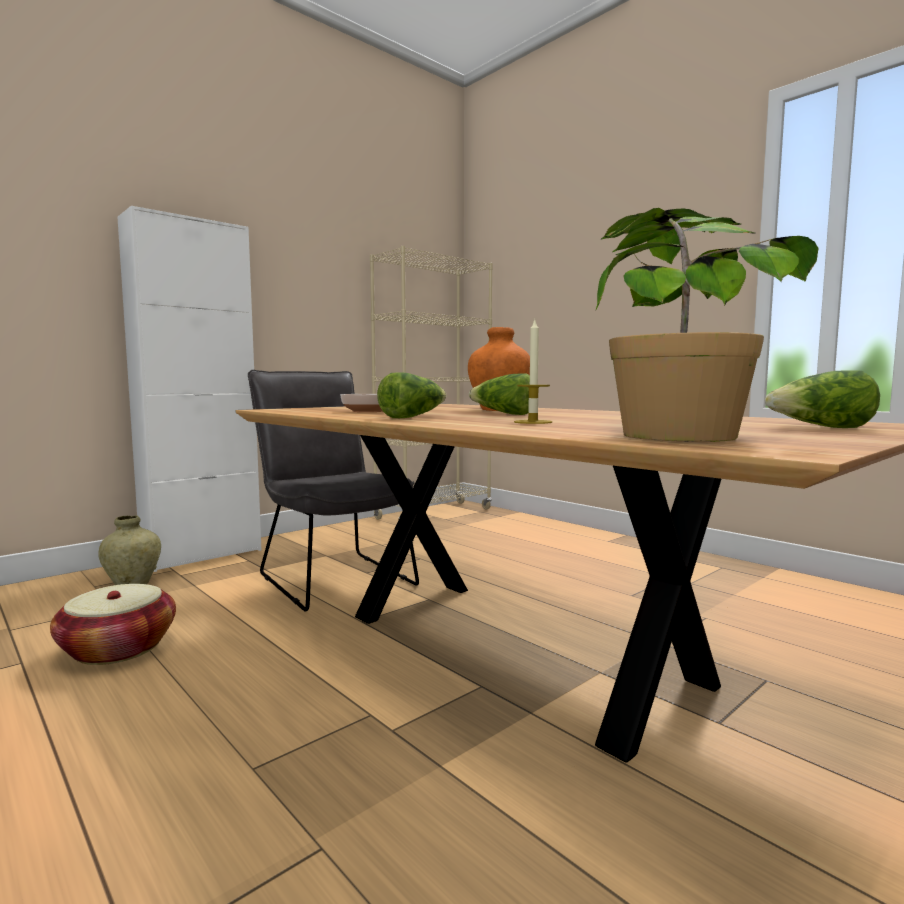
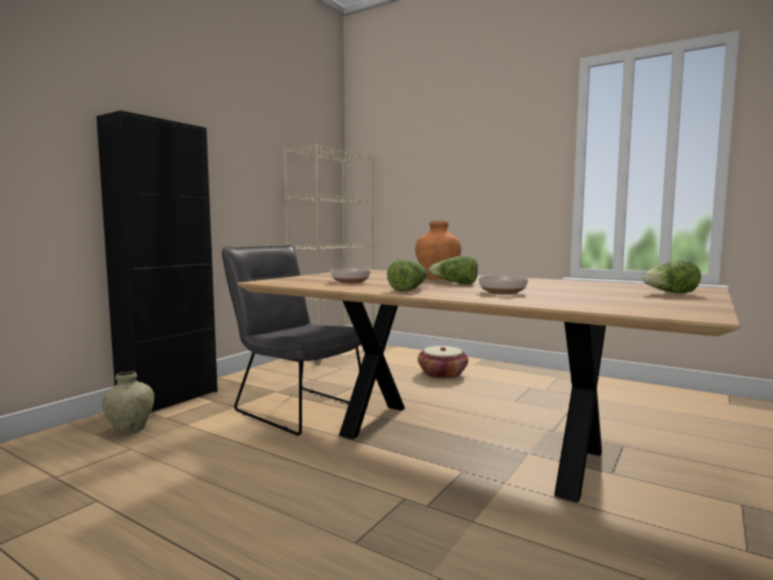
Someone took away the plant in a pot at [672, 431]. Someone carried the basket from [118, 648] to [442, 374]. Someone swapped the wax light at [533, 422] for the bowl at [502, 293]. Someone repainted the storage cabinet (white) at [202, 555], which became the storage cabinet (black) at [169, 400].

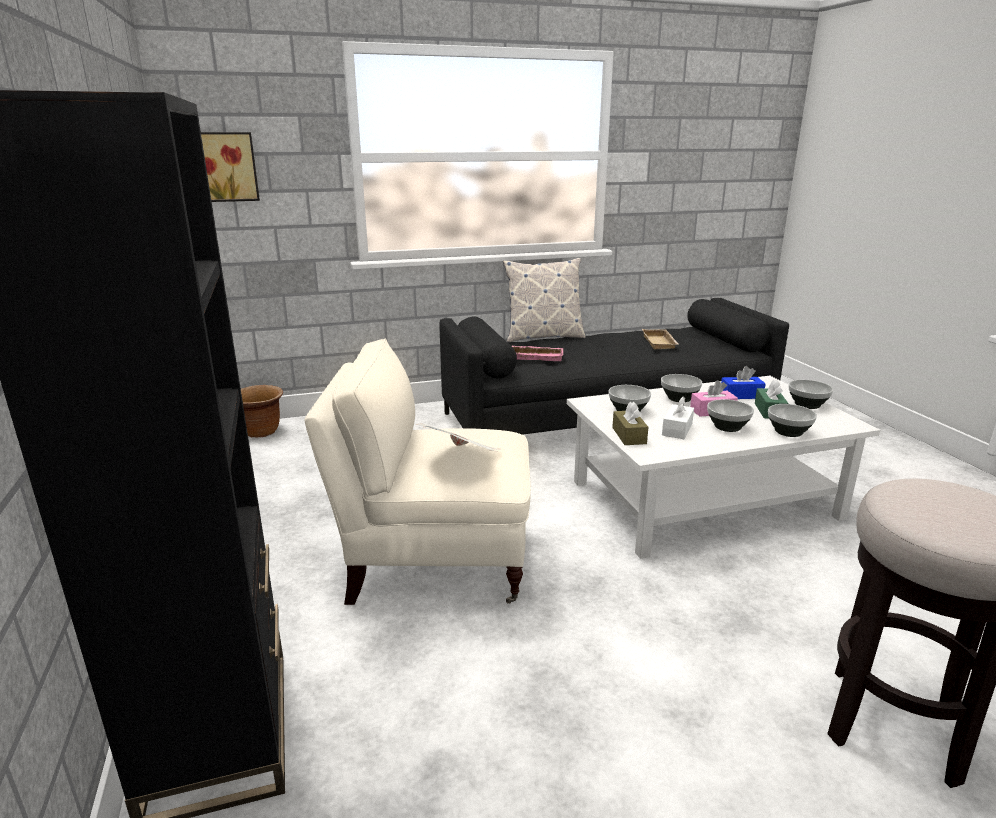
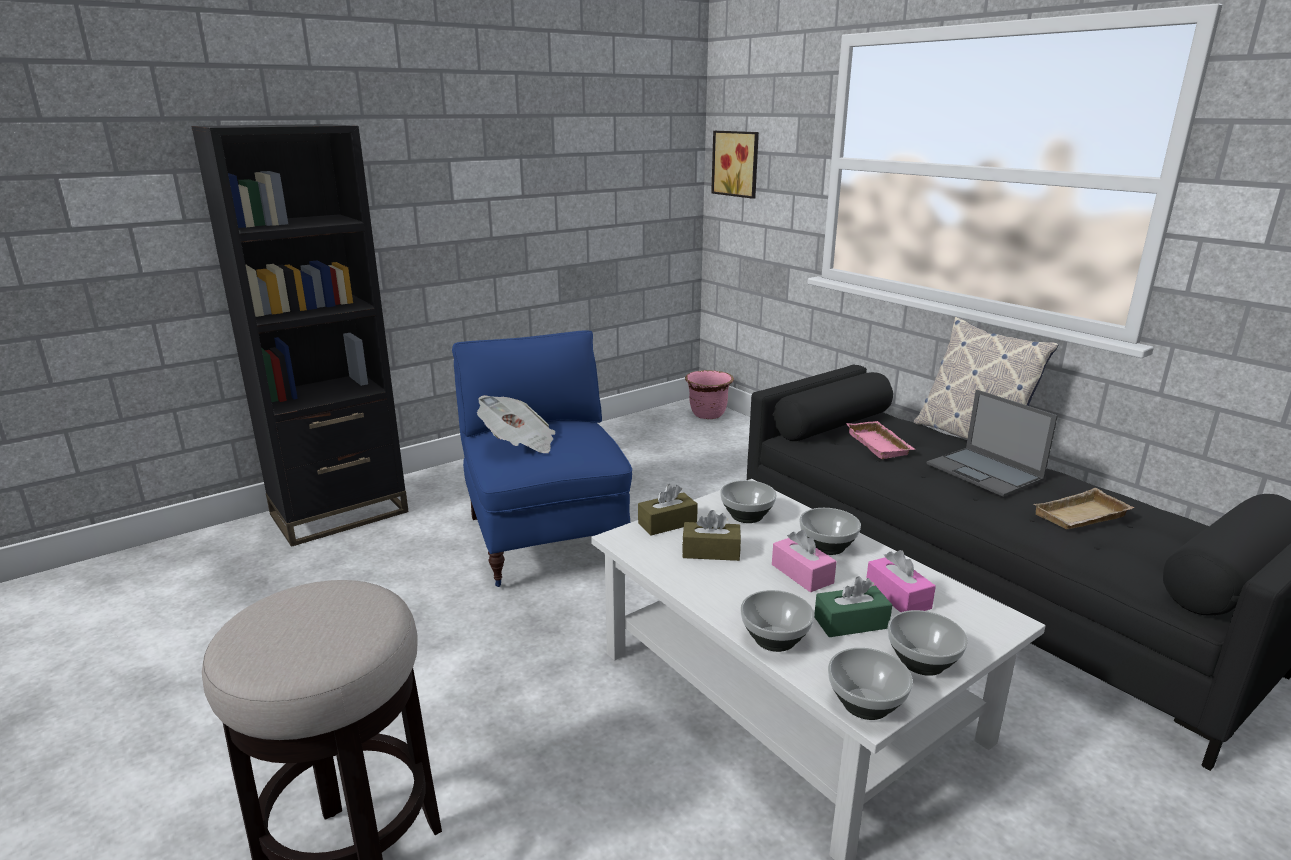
Someone put down the portable computer at [985, 472]. Someone carried the bowl from [728, 427] to [865, 705]. Someone repainted the plant pot (brown-coloured) at [261, 431], which became the plant pot (pinkish) at [708, 414]. Someone repainted the armchair (beige) at [433, 560], which became the armchair (blue-coloured) at [546, 537]. Someone repainted the tissue box (white) at [677, 429], which became the tissue box (brown-coloured) at [711, 551]. Someone repainted the tissue box (blue-coloured) at [741, 395], which became the tissue box (pinkish) at [897, 596].

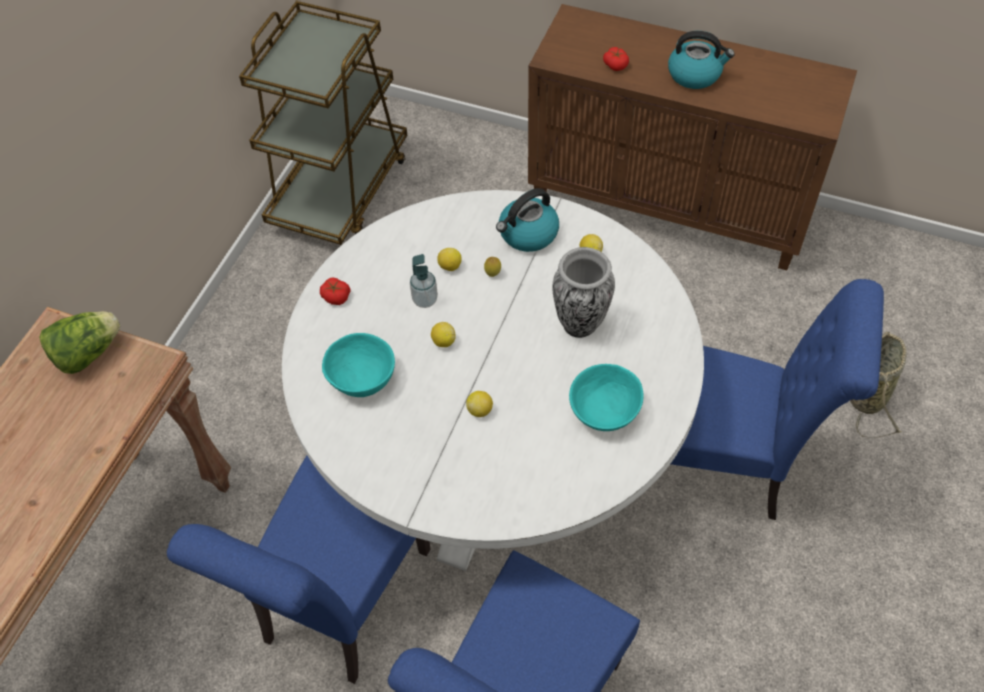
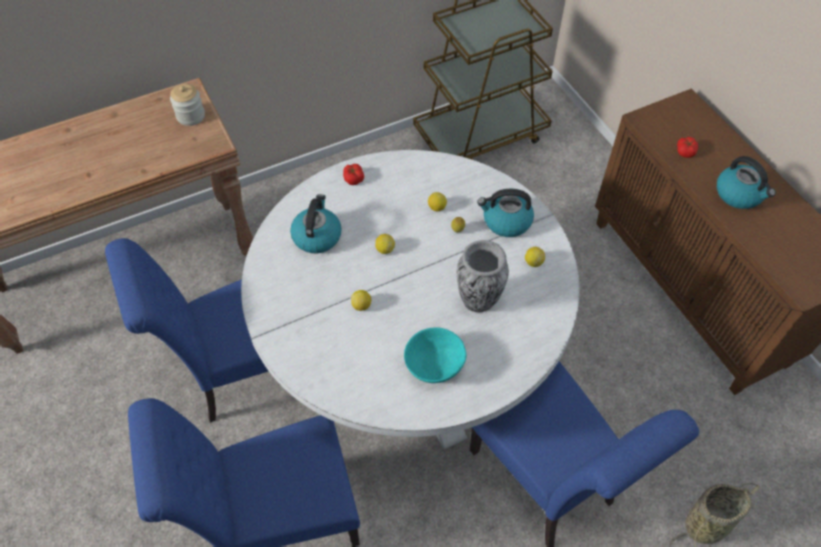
Someone took away the liquid soap bottle at [425, 300]. Someone swapped the lettuce at [88, 353] for the storage jar at [191, 116]. Someone swapped the bowl (turquoise-coloured) at [361, 379] for the water kettle at [317, 236].

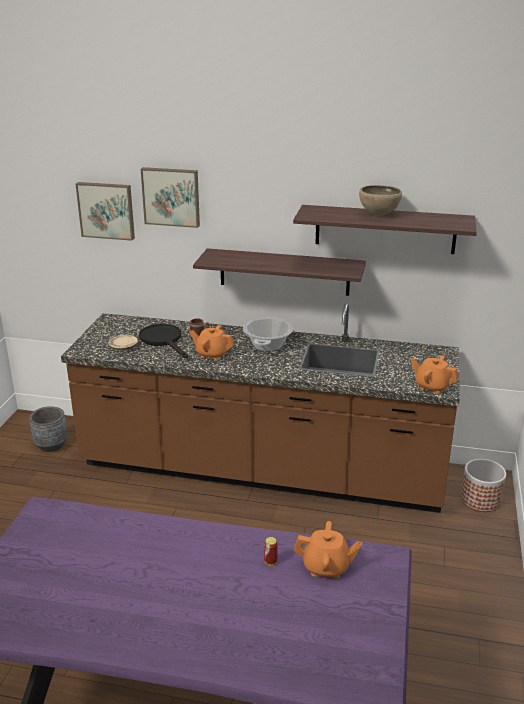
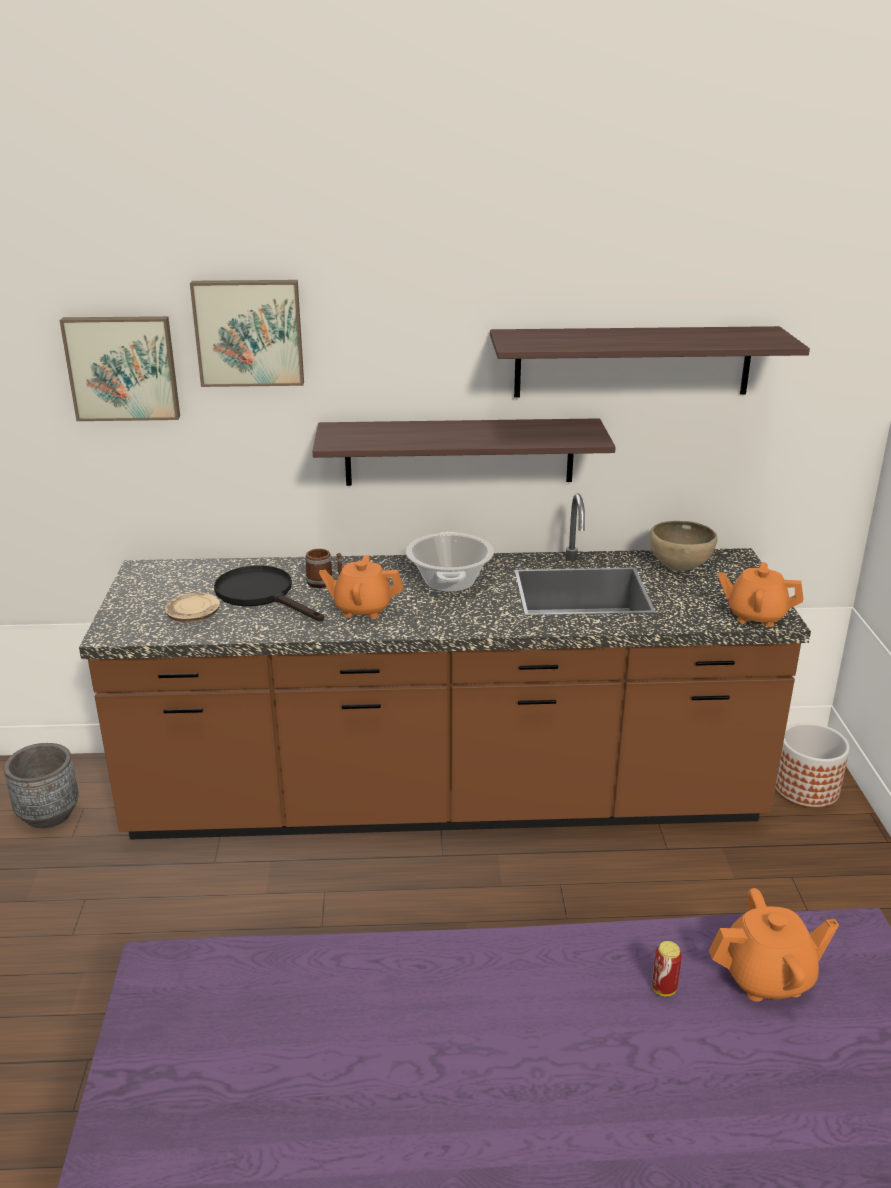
Someone carried the bowl (brown-coloured) from [378, 215] to [679, 569].

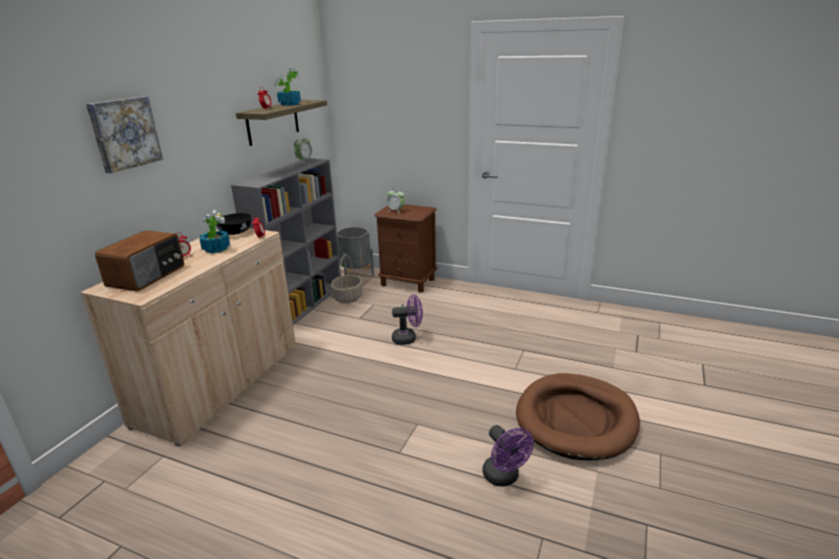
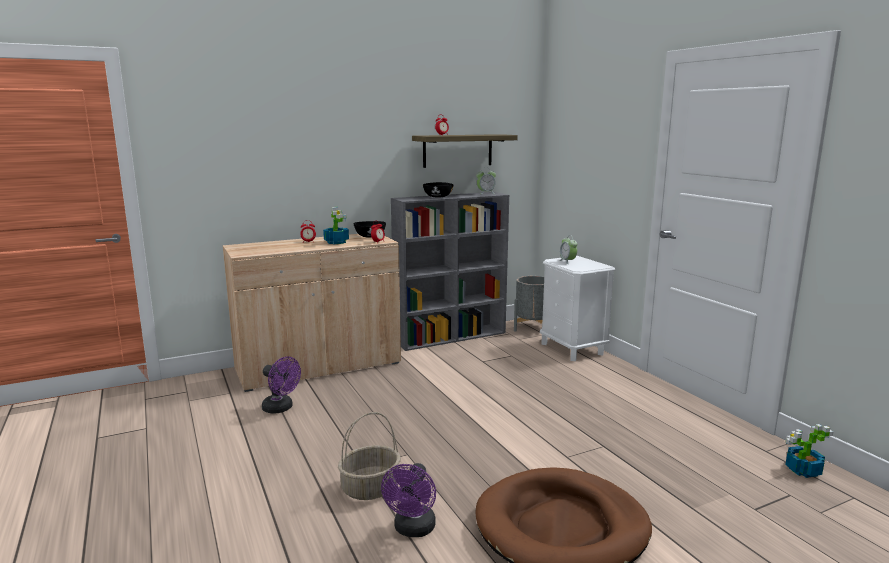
Someone took away the wall picture at [124, 133]. Someone took away the radio at [147, 276]. Someone put down the bowl (black) at [437, 197]. Someone carried the plant in a pot from [289, 104] to [802, 470]. Someone carried the basket from [348, 298] to [370, 488]. Someone carried the fan (purplish) from [408, 338] to [281, 408]. Someone repainted the bedside table (brown-coloured) at [408, 282], which became the bedside table (white) at [572, 349].

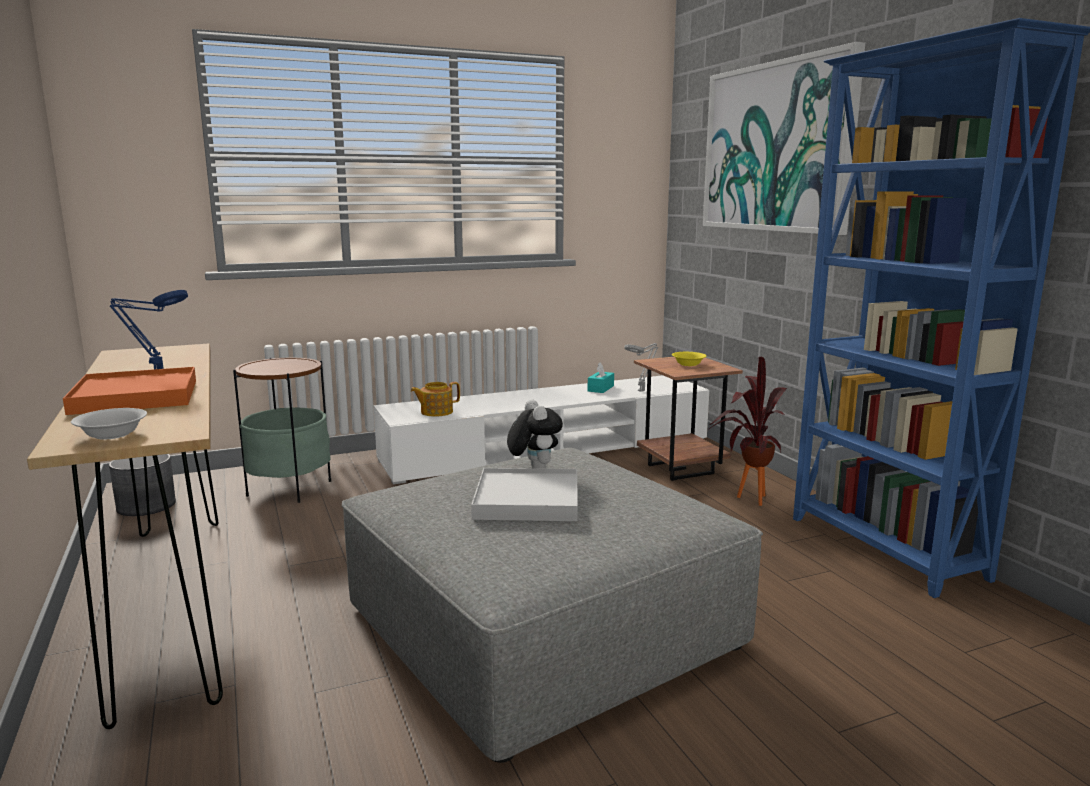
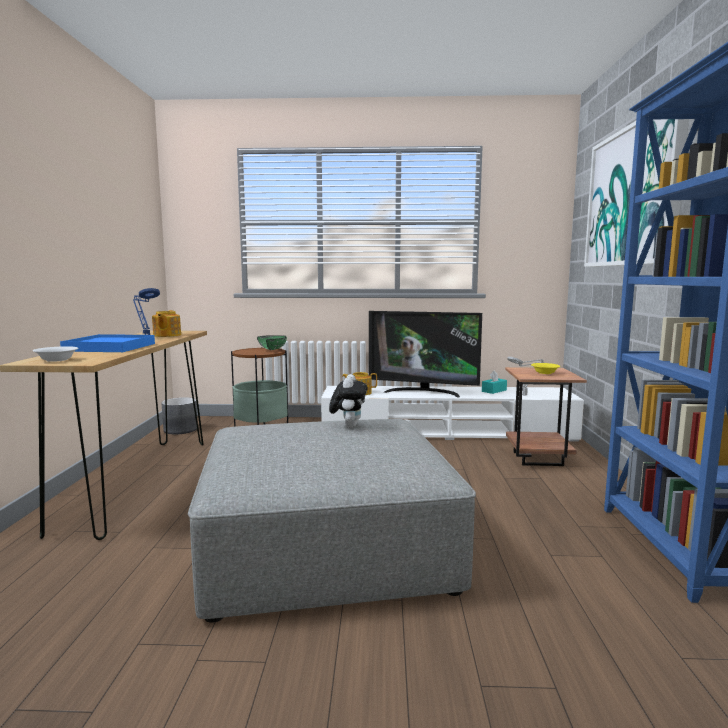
Someone took away the serving tray (white) at [527, 500]. Someone took away the plant in a pot at [745, 499]. Someone put down the teapot at [166, 335]. Someone put down the bowl (green-coloured) at [274, 349]. Someone put down the television at [423, 392]. Someone repainted the serving tray (orange-coloured) at [136, 397], which became the serving tray (blue-coloured) at [110, 347].

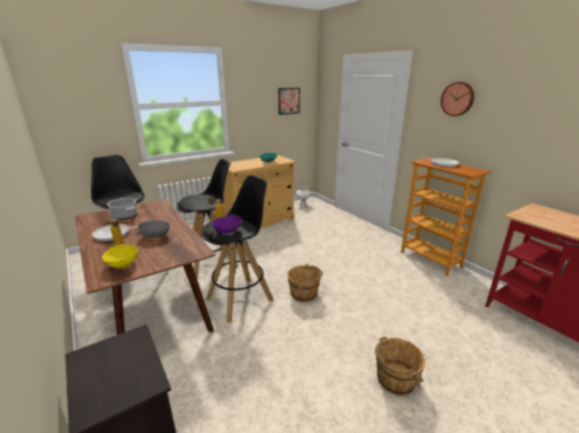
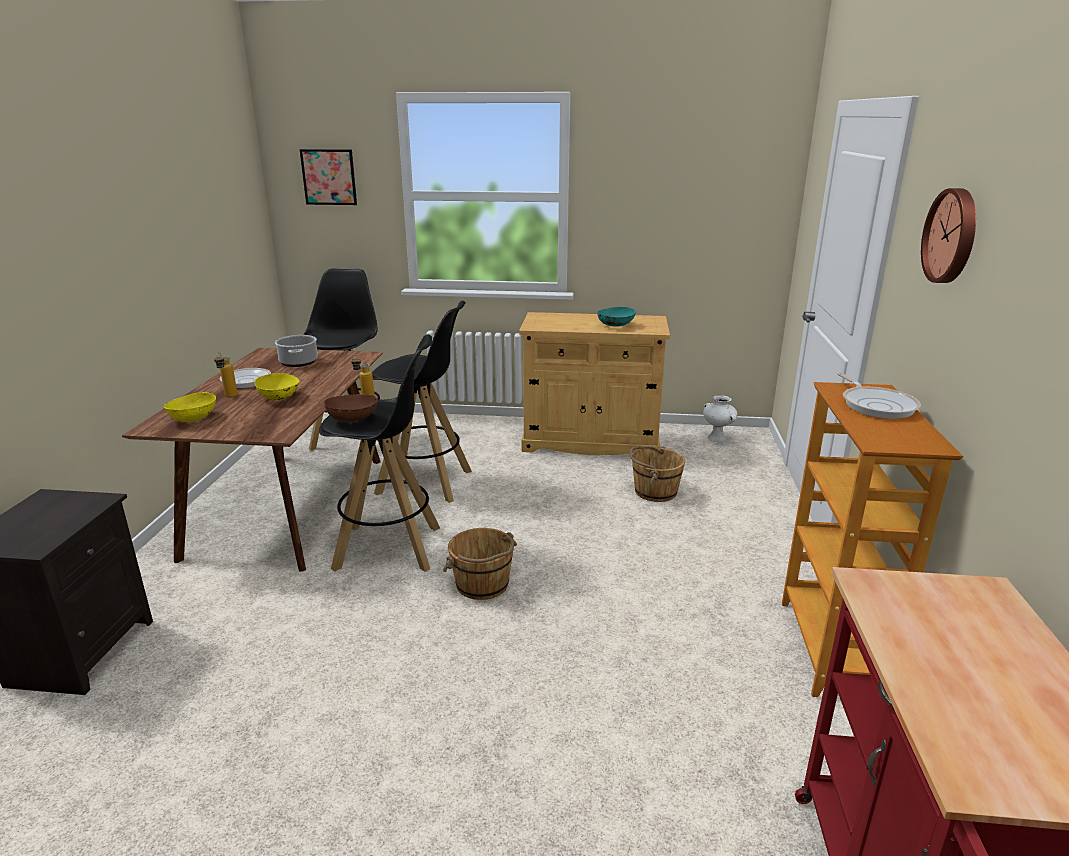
Someone carried the wall picture from [289, 101] to [329, 177]. Someone carried the water bucket (brown-coloured) from [395, 379] to [654, 491]. Someone repainted the bowl (greyish) at [156, 236], which became the bowl (yellow) at [280, 398]. Someone repainted the bowl (purplish) at [227, 231], which became the bowl (brown-coloured) at [352, 419].

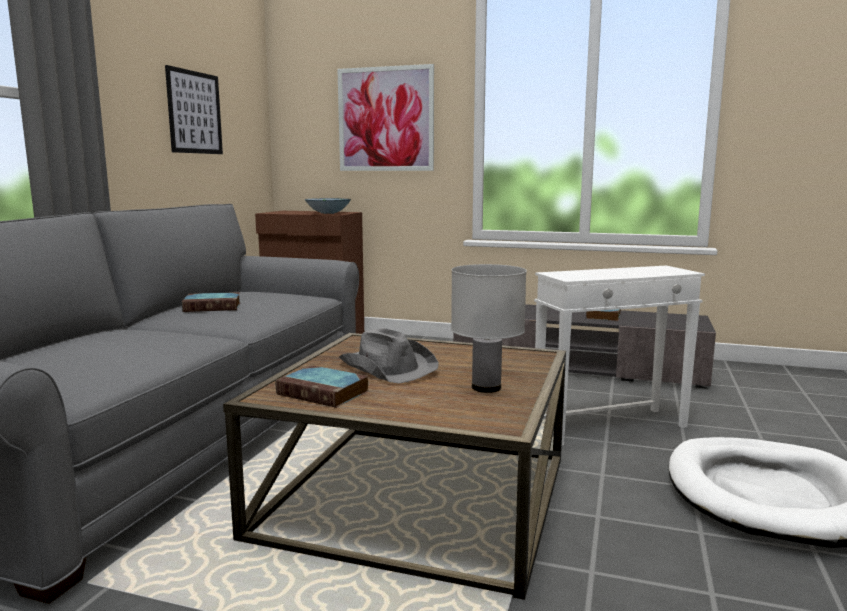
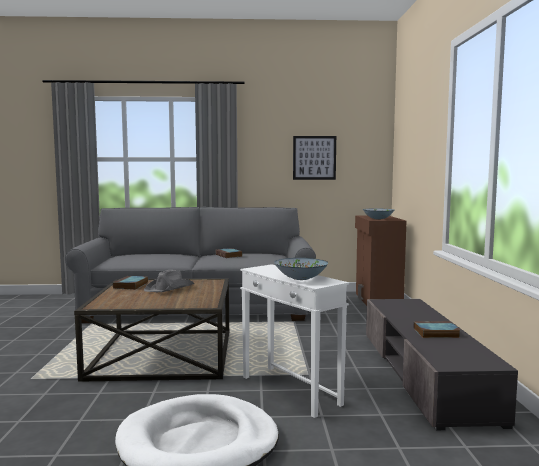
Someone took away the wall picture at [385, 119]. Someone took away the tabletop lamp (white) at [487, 388]. Someone put down the bowl at [301, 278].

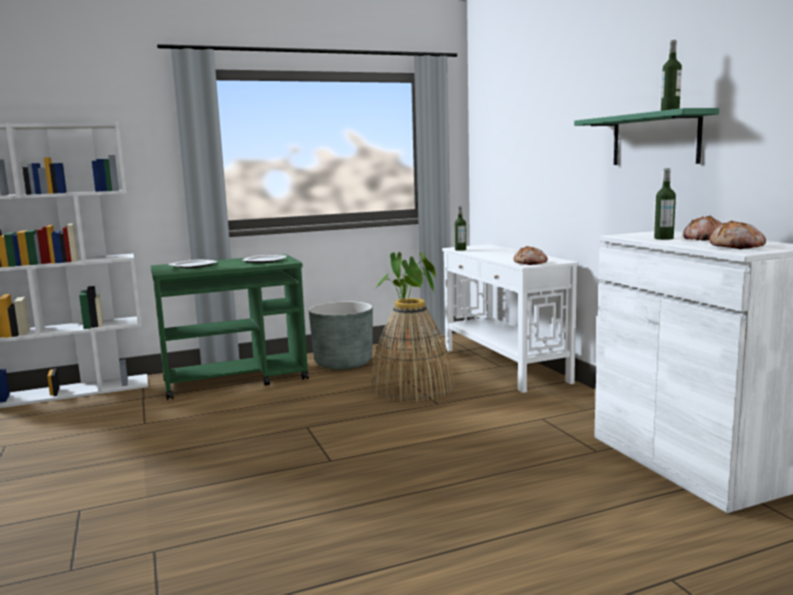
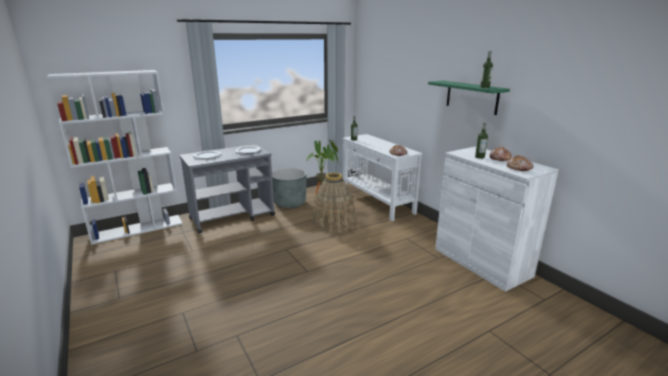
Someone repainted the cart (green-coloured) at [236, 379], which became the cart (greyish) at [233, 217].

